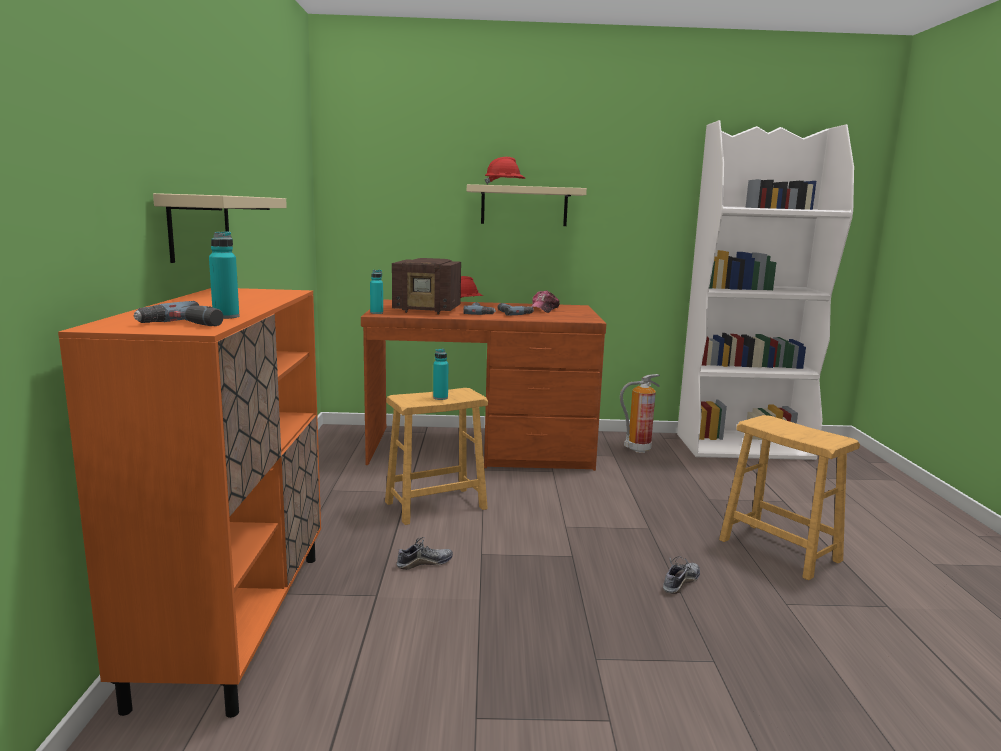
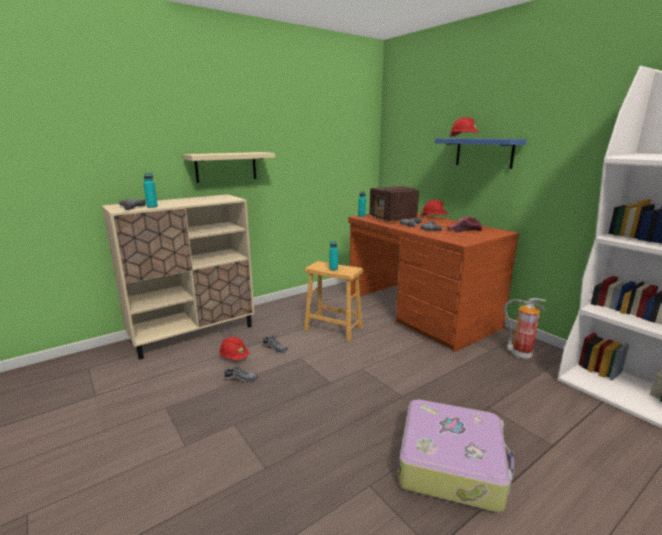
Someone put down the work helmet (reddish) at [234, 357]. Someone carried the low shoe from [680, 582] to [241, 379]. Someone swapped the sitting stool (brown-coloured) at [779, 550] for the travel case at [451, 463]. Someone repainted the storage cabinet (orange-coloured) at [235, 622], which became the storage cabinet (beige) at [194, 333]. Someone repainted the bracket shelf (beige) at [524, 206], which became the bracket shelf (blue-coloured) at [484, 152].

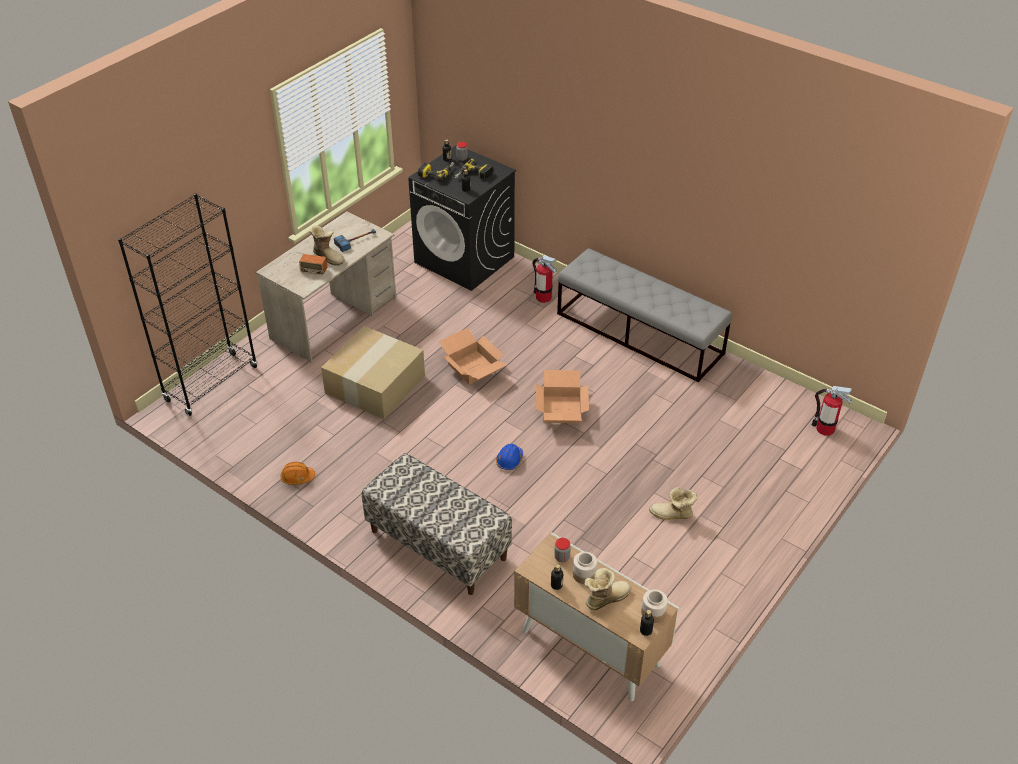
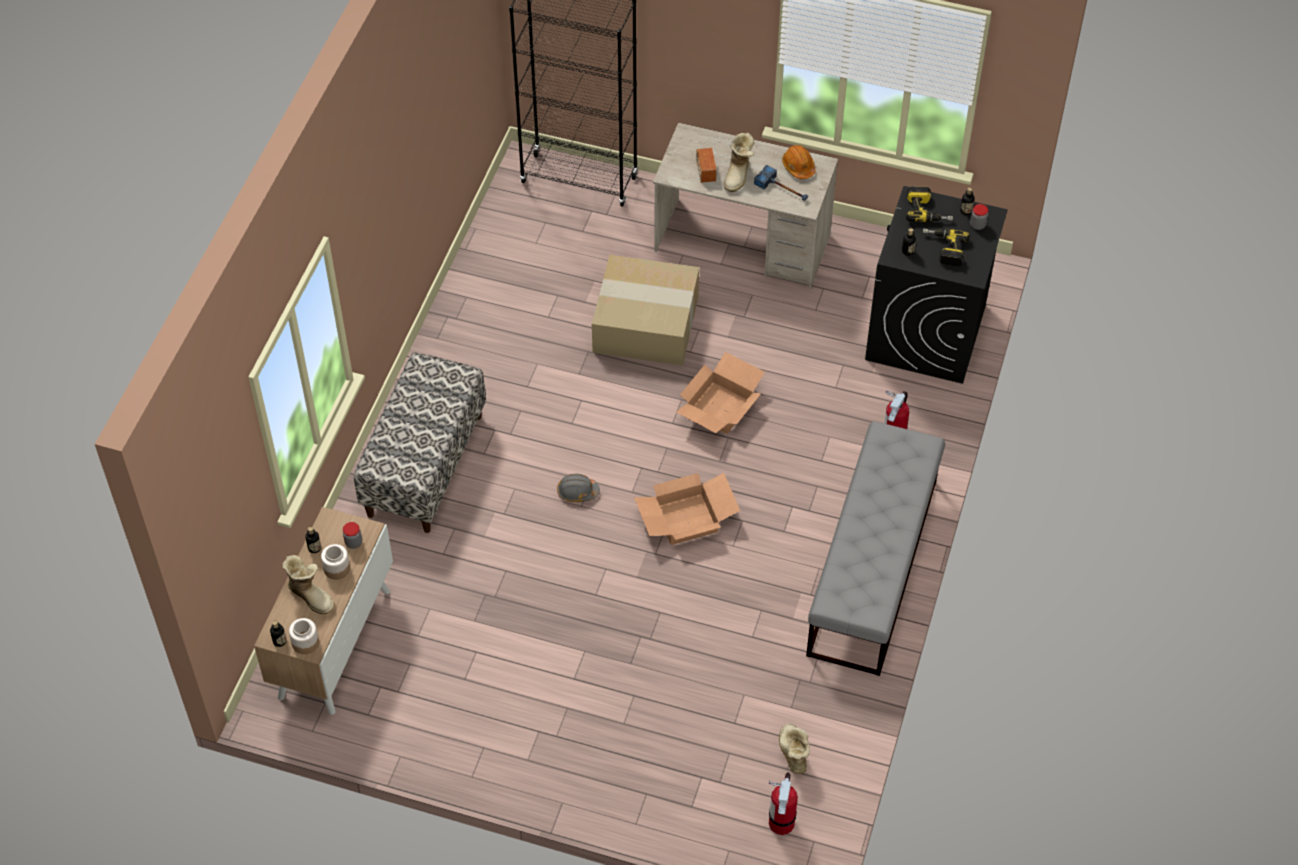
Someone carried the work helmet (orange-coloured) from [297, 477] to [798, 167]. Someone carried the tall boot from [672, 515] to [792, 753]. Someone repainted the work helmet (blue-coloured) at [509, 460], which became the work helmet (greyish) at [577, 492].

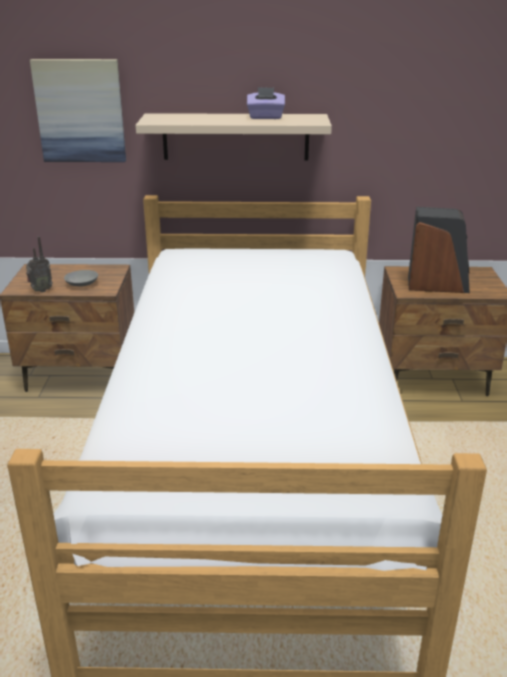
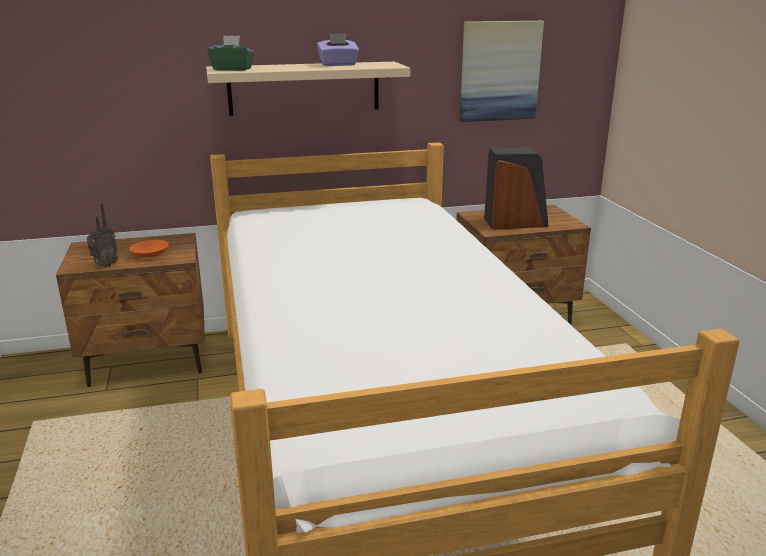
Someone put down the tissue box (green-coloured) at [232, 69]. Someone carried the wall picture from [80, 111] to [499, 71]. Someone repainted the bowl (greyish) at [81, 284], which became the bowl (orange-coloured) at [149, 255].

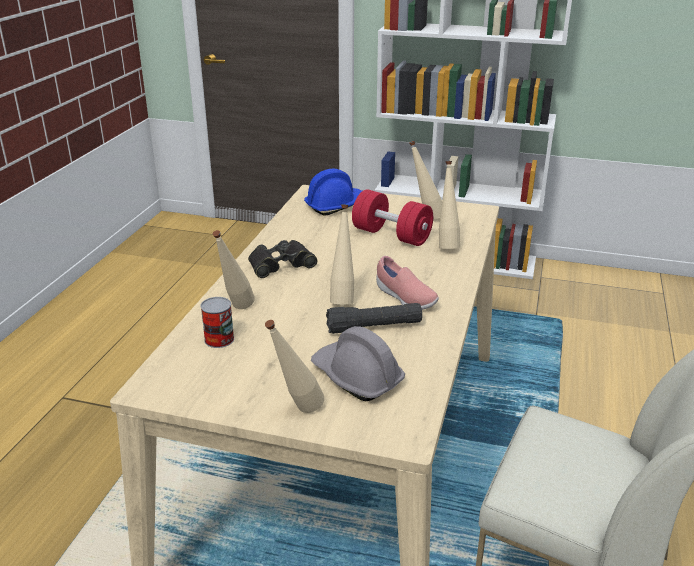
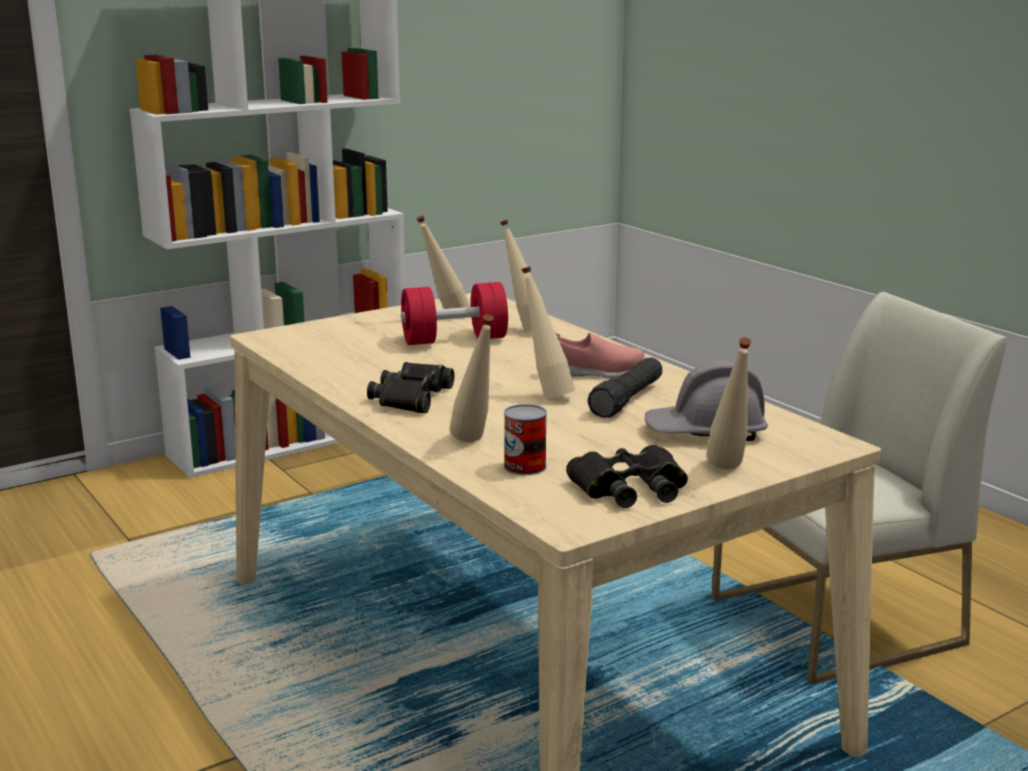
Someone took away the work helmet (blue-coloured) at [336, 206]. Someone put down the field glasses (black) at [630, 488].

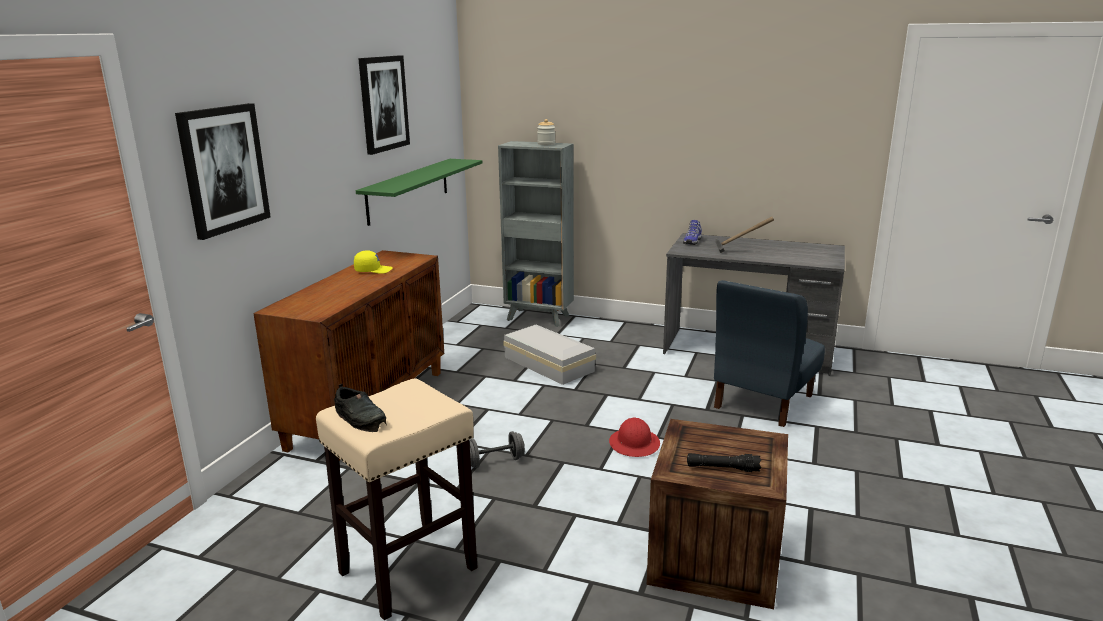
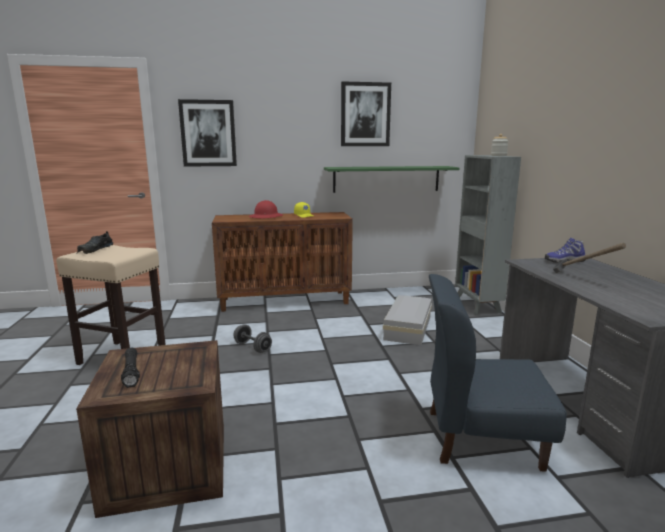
Someone carried the work helmet (reddish) from [634, 444] to [266, 217].

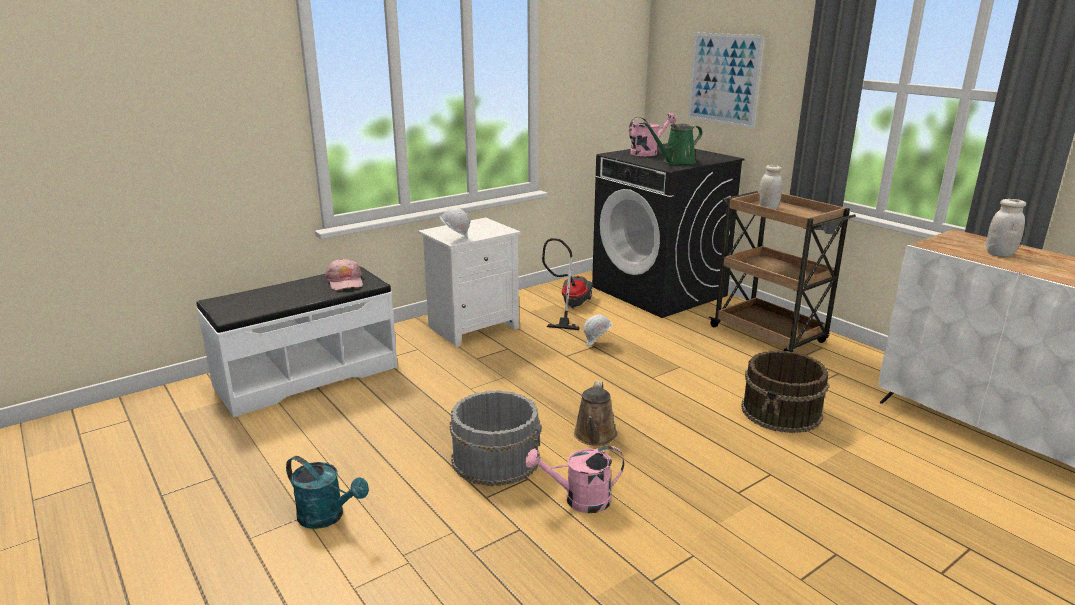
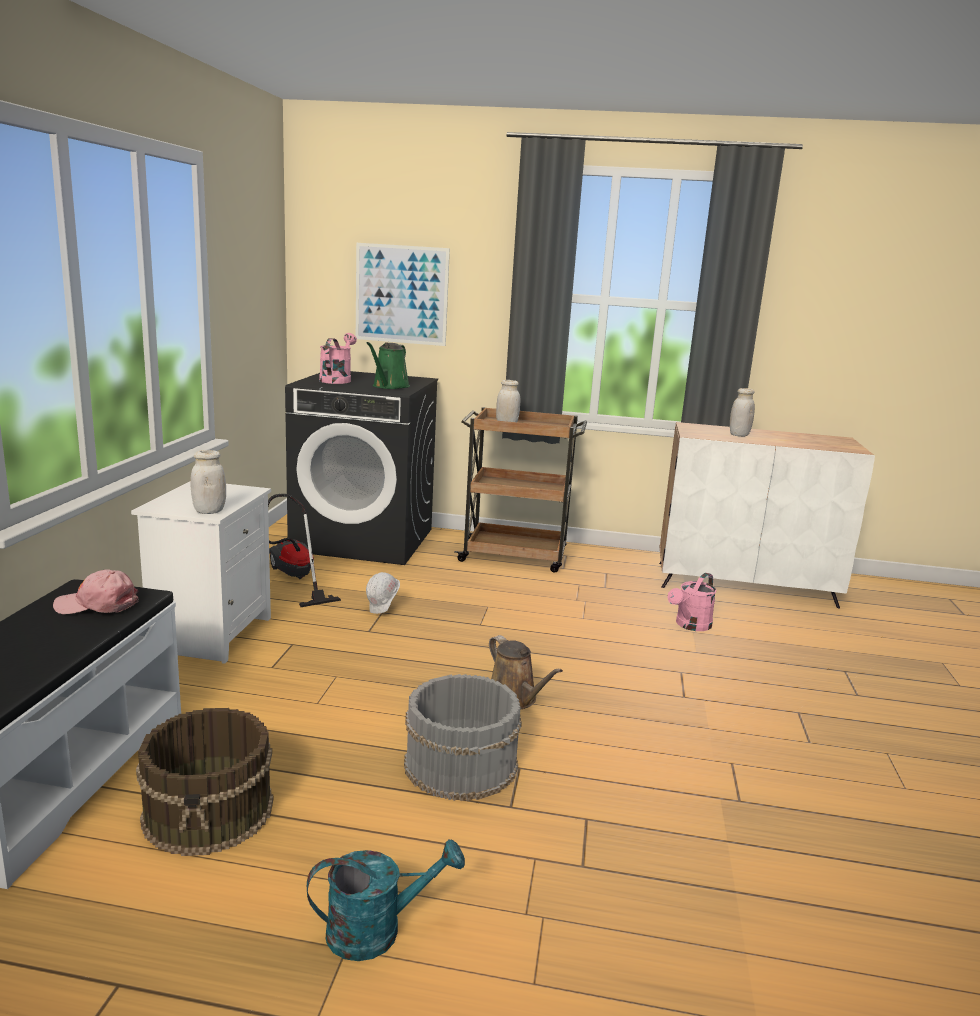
Someone carried the sprinkling can (pinkish) from [579, 500] to [690, 625]. Someone carried the water bucket (brown-coloured) from [782, 412] to [210, 811]. Someone swapped the work helmet (white) at [455, 239] for the storage jar (white) at [209, 511]. Someone rotated the peaked cap (pinkish) at [345, 282] by 150 degrees clockwise.

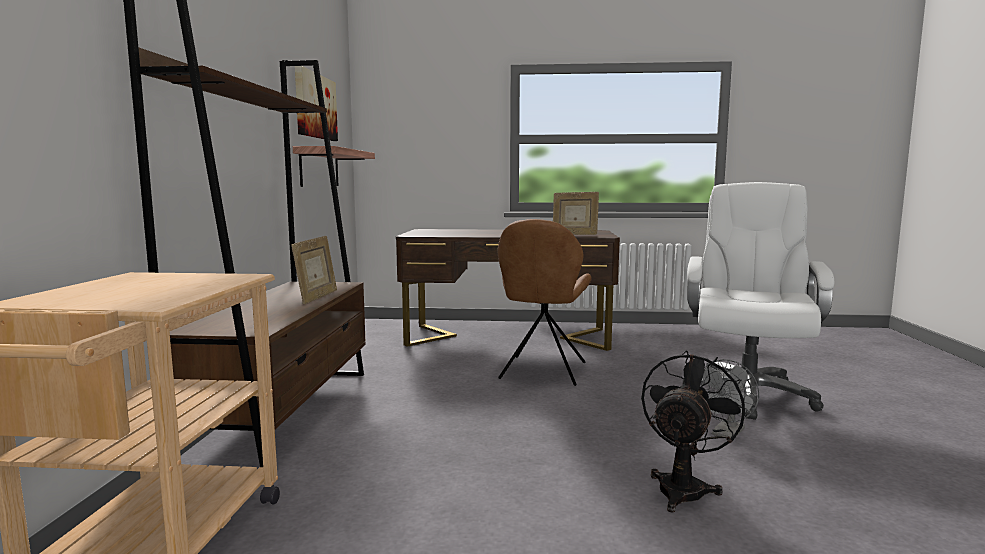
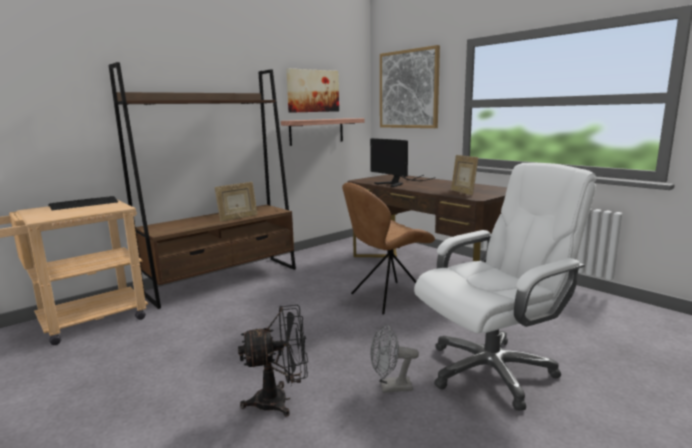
Someone put down the PC keyboard at [84, 204]. Someone put down the computer display at [397, 183]. Someone put up the wall picture at [408, 89].

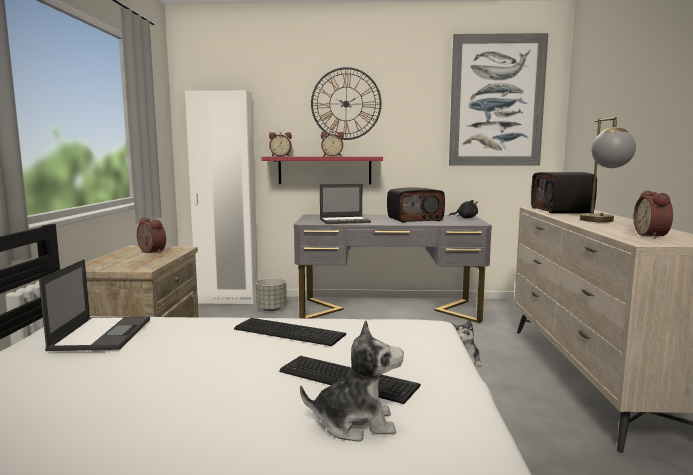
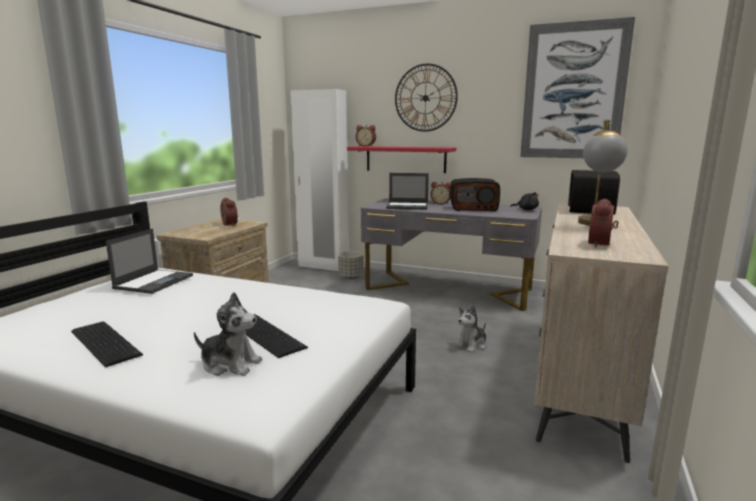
Someone carried the PC keyboard from [289, 331] to [107, 342]. Someone carried the alarm clock from [332, 156] to [441, 203].

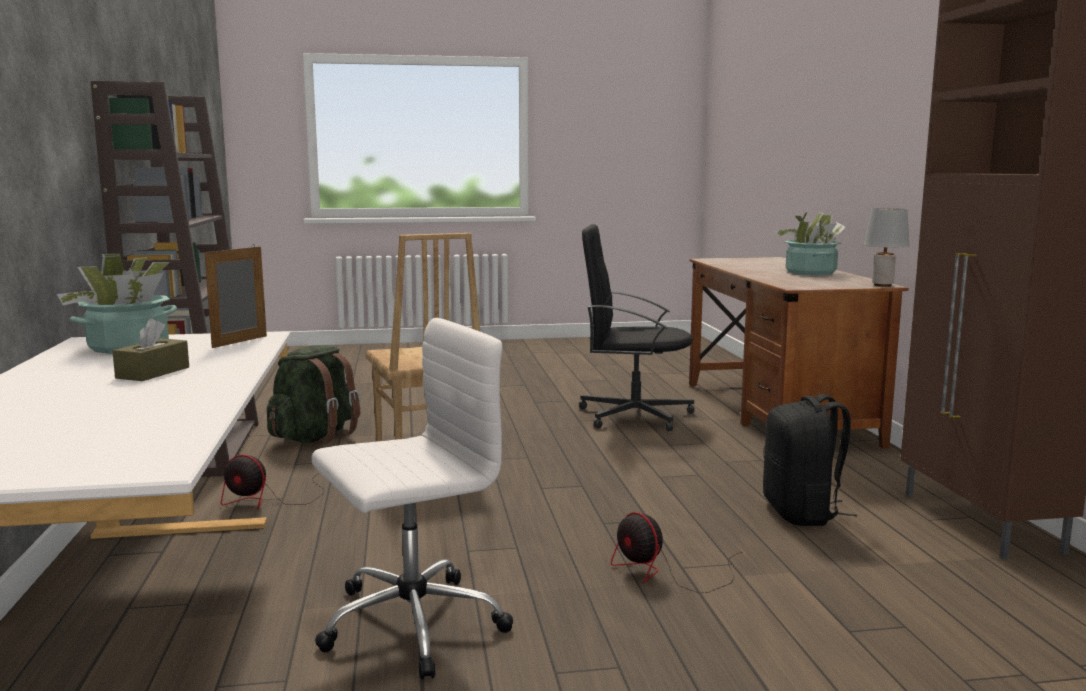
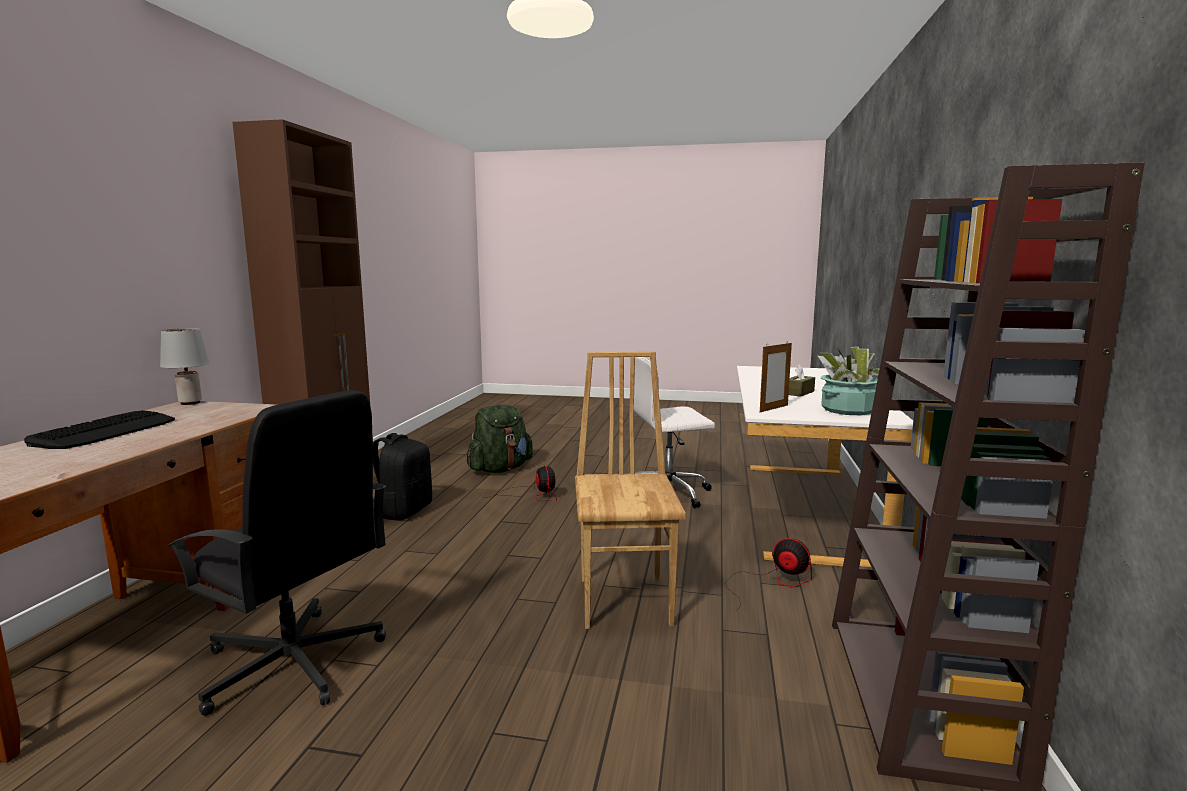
Someone carried the knapsack (green-coloured) from [315, 437] to [500, 469]. Someone swapped the plant in a pot at [811, 272] for the PC keyboard at [106, 431].

